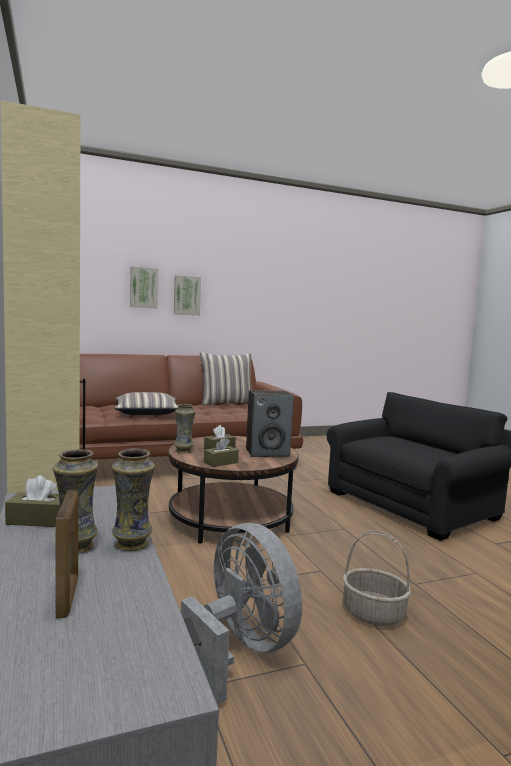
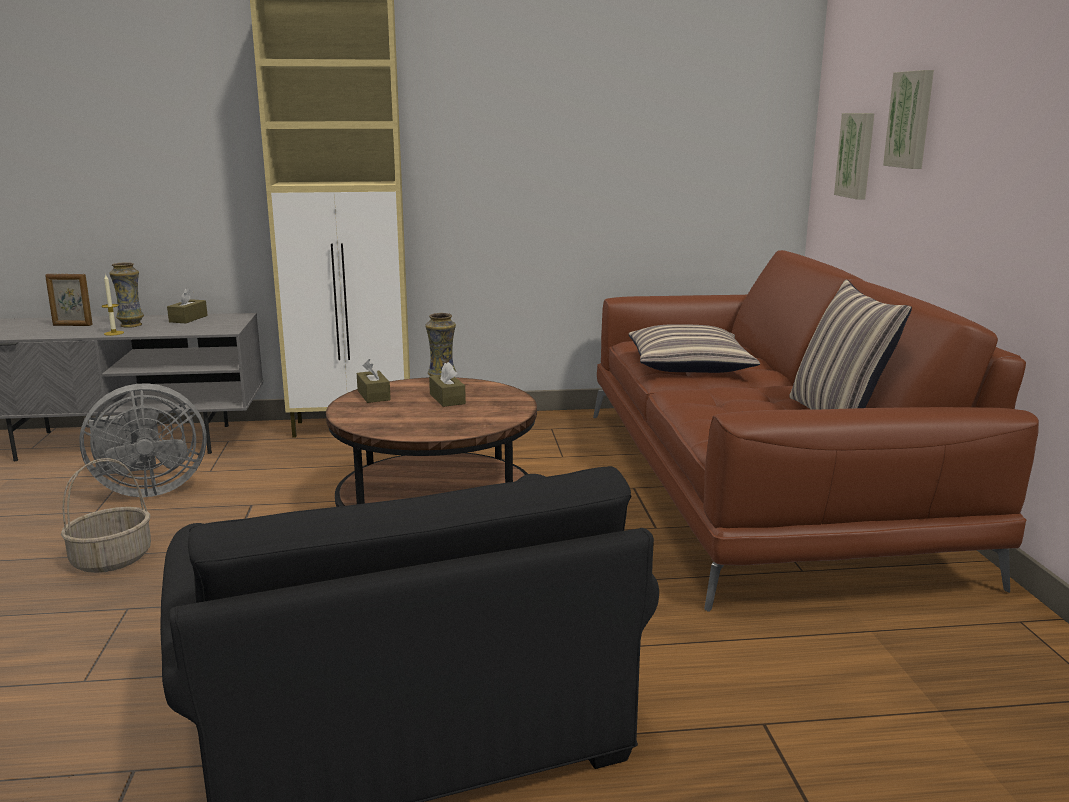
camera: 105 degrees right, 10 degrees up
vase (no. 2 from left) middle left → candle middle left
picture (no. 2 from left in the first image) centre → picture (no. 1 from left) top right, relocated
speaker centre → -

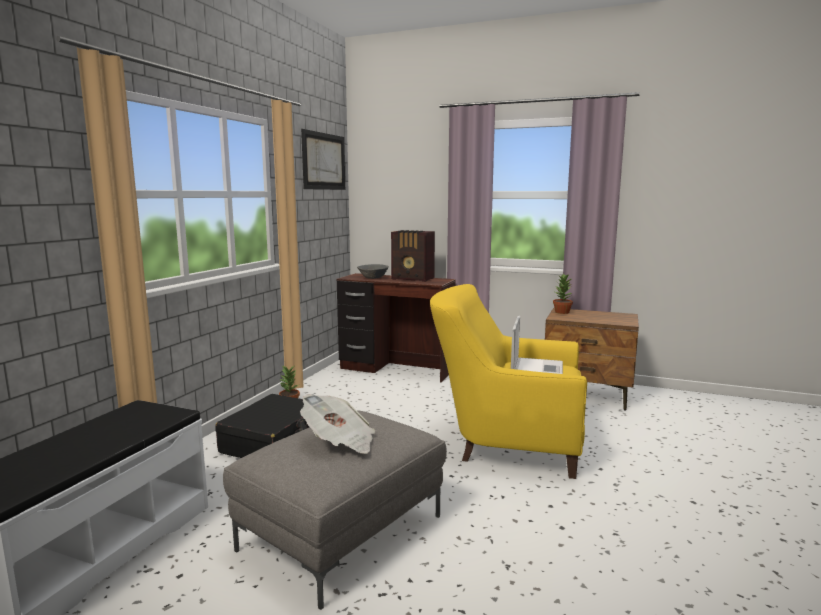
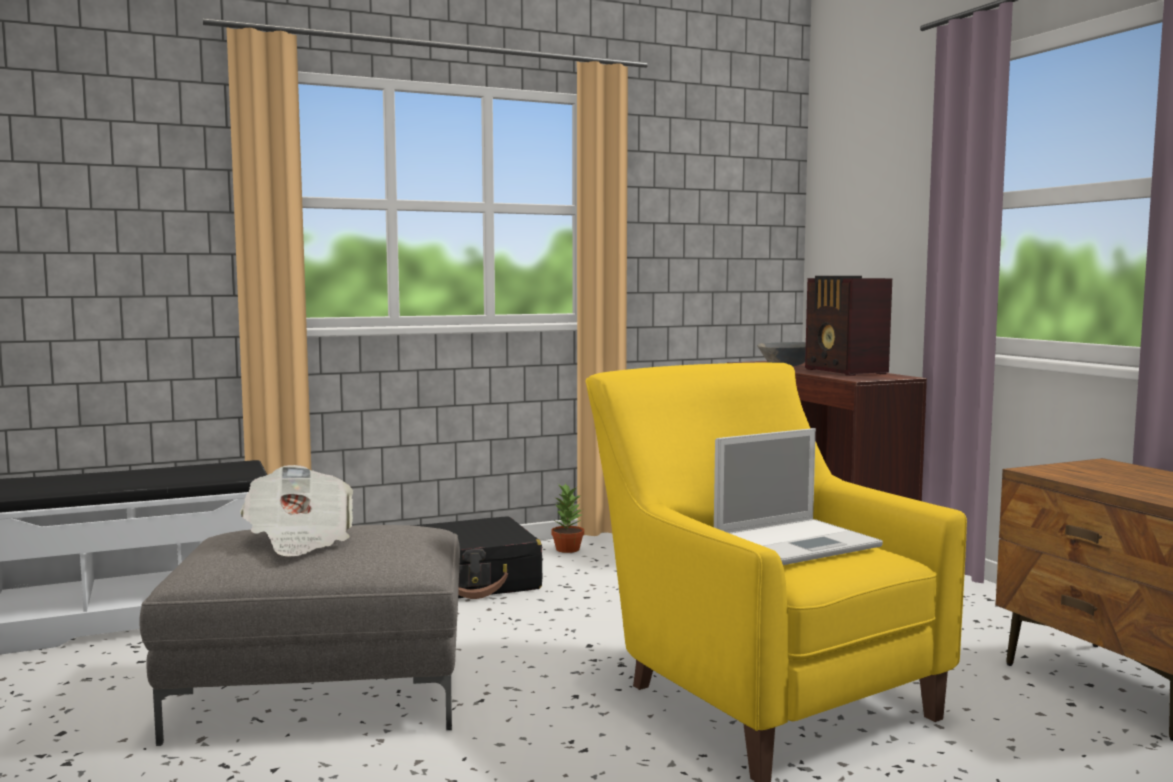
camera: 45 degrees right, 5 degrees down
picture top centre → -
potted plant (no. 2 from left) middle right → -

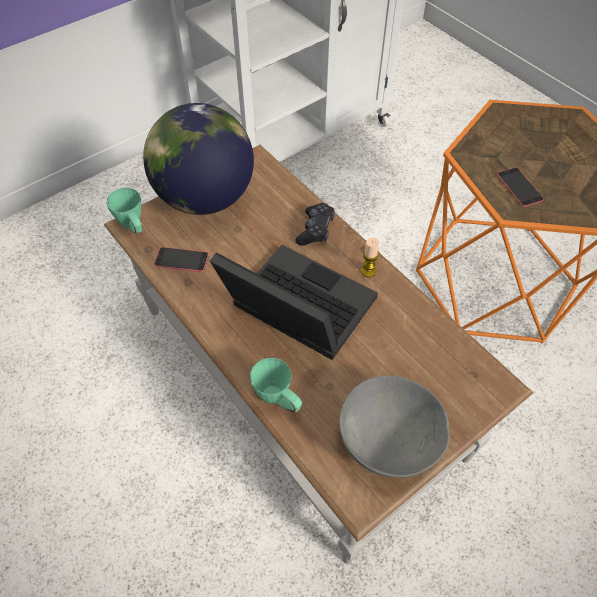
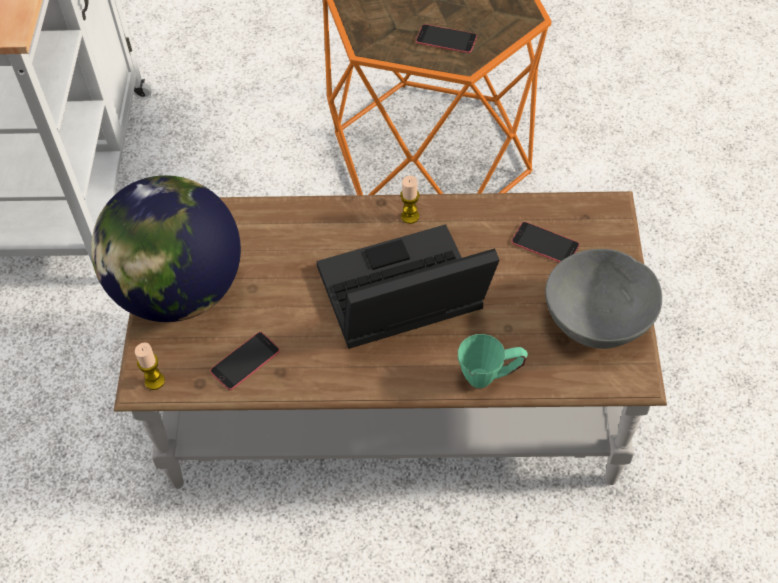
camera: 50 degrees left, 0 degrees up
mug in green (no. 1 from left) middle left → candle (no. 1 from left) middle left
game controller in black centre → -
- → phone (no. 3 from left) middle right

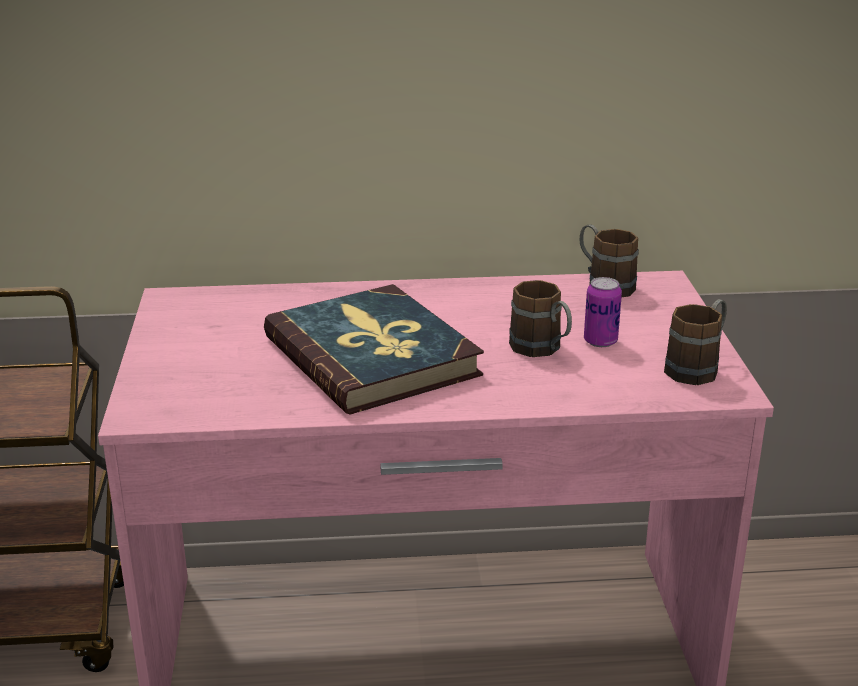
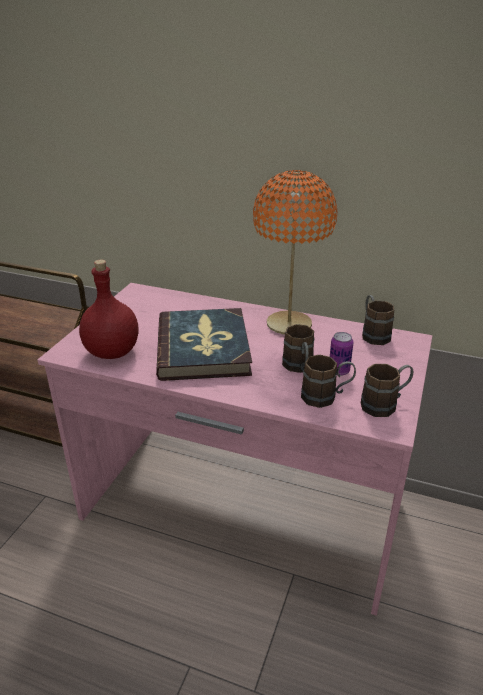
camera: 25 degrees right, 5 degrees up
- → bottle in red middle left
- → table lamp in orange centre
- → mug in brown (no. 2 from left) middle right

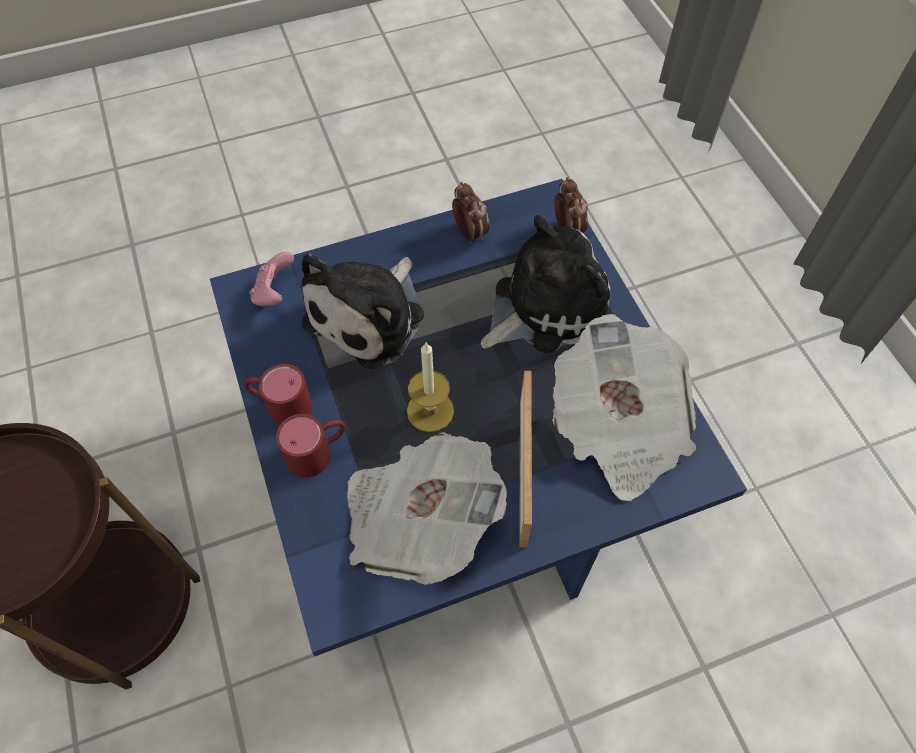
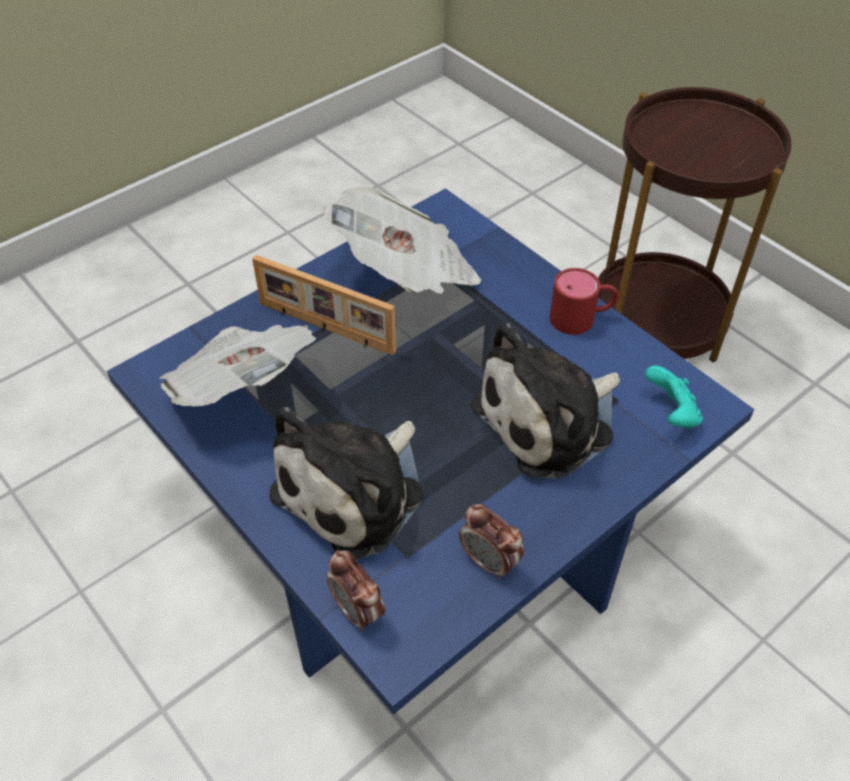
camera: 160 degrees right, 10 degrees down
game controller in pink middle left → game controller in turquoise middle right
mug in red (no. 2 from left) centre → -
plush toy (no. 1 from left in the first image) centre → plush toy (no. 2 from left) centre, 135 degrees counterclockwise
candle centre → -
picture frame centre, 45 degrees counterclockwise

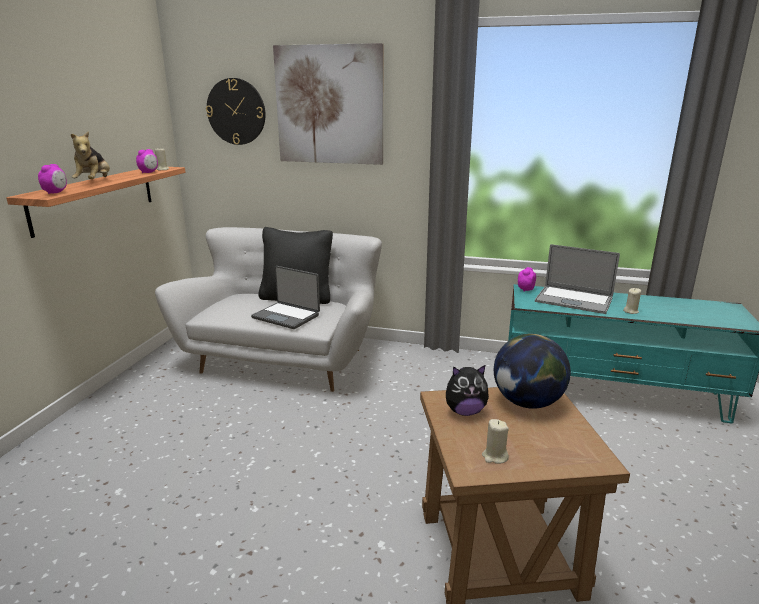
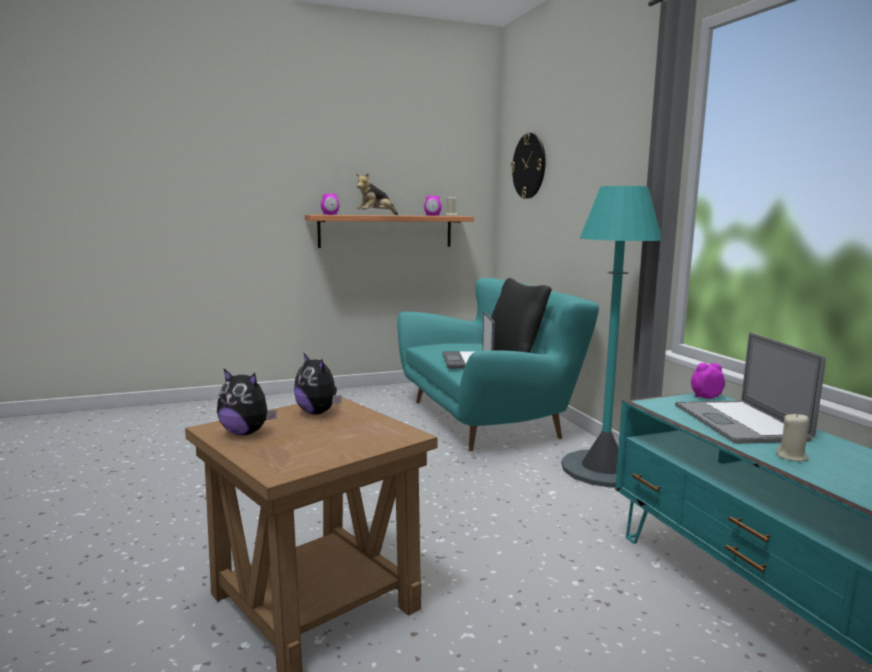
camera: 55 degrees right, 10 degrees down
sofa in white centre → sofa in turquoise centre
picture top centre → -
candle in beige (no. 2 from left) bottom centre → plush toy (no. 1 from left) middle left
globe middle right → -
- → floor lamp in turquoise middle right

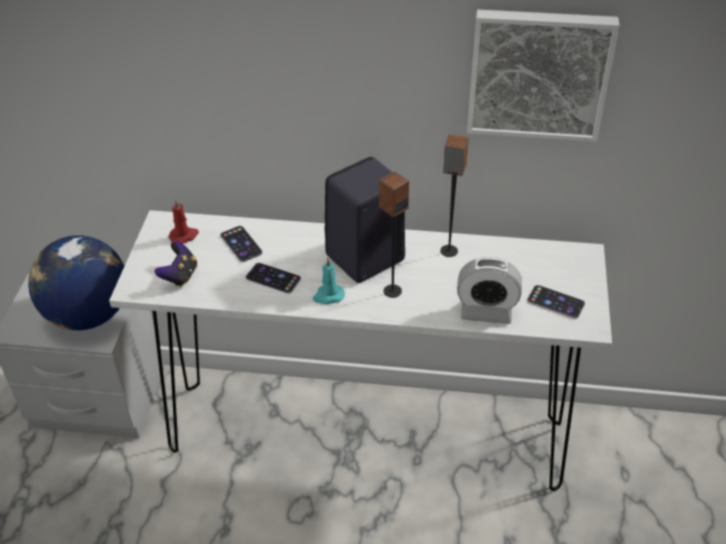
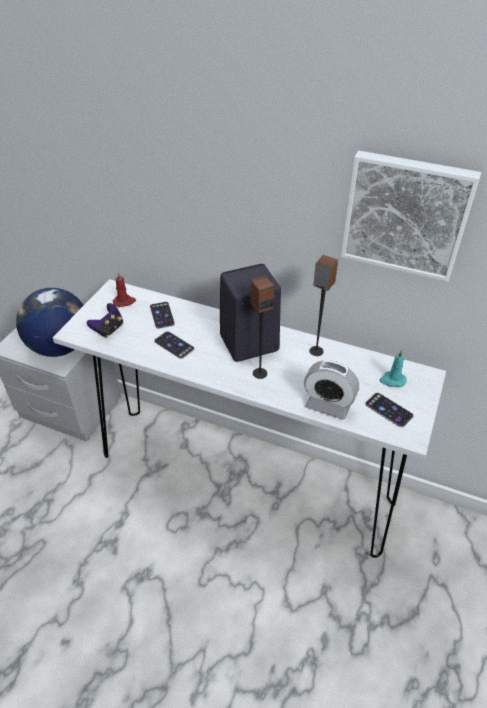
camera: 15 degrees right, 0 degrees up
candle in turquoise centre → candle in turquoise middle right, relocated

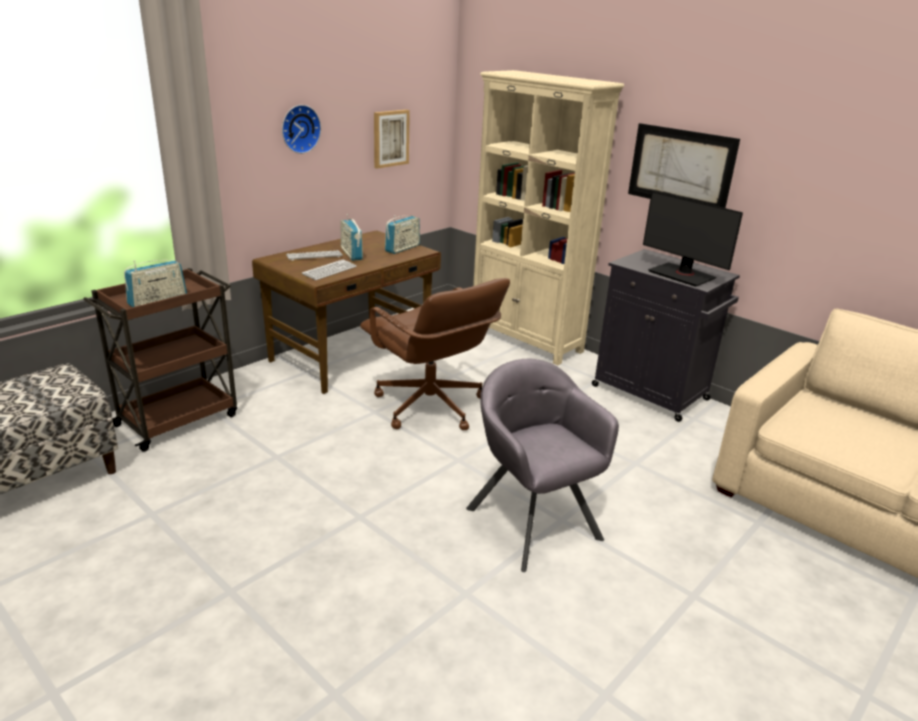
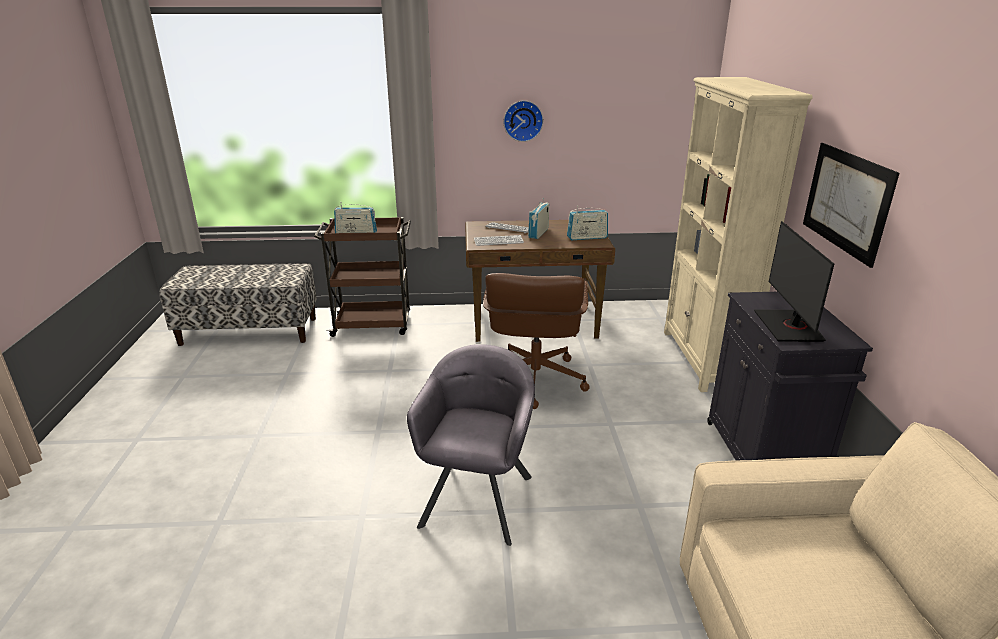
camera: 45 degrees right, 0 degrees up
picture (no. 1 from left) top centre → -

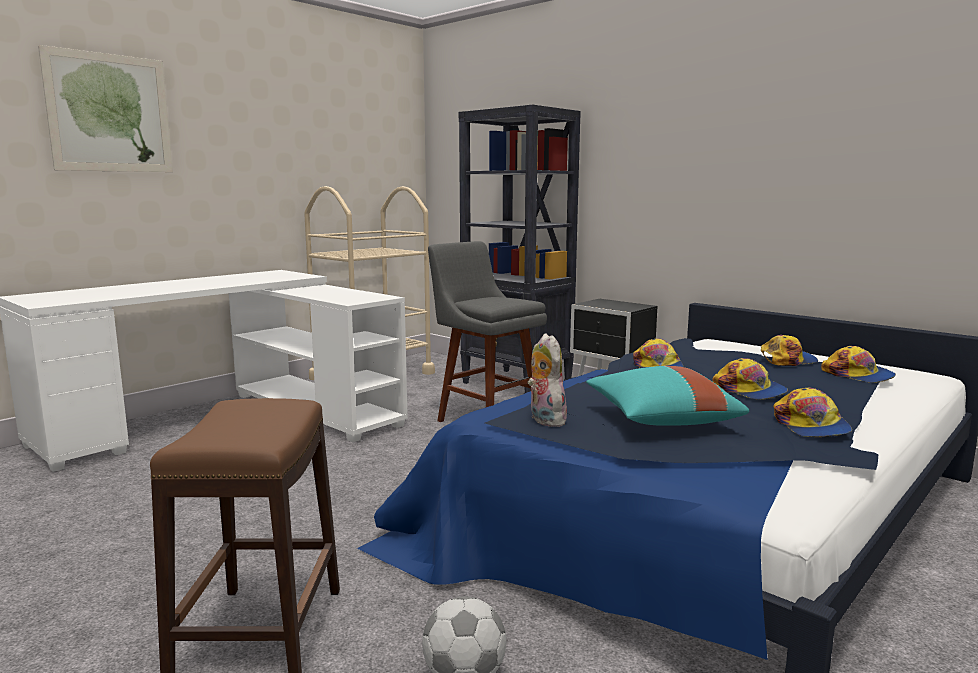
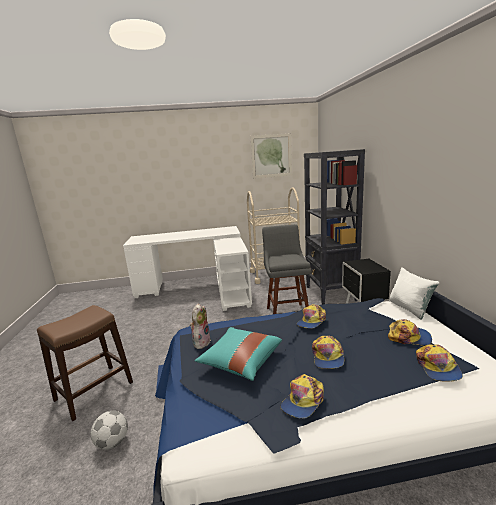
camera: 40 degrees right, 5 degrees up
picture top left → picture top centre, relocated
- → pillow in white middle right

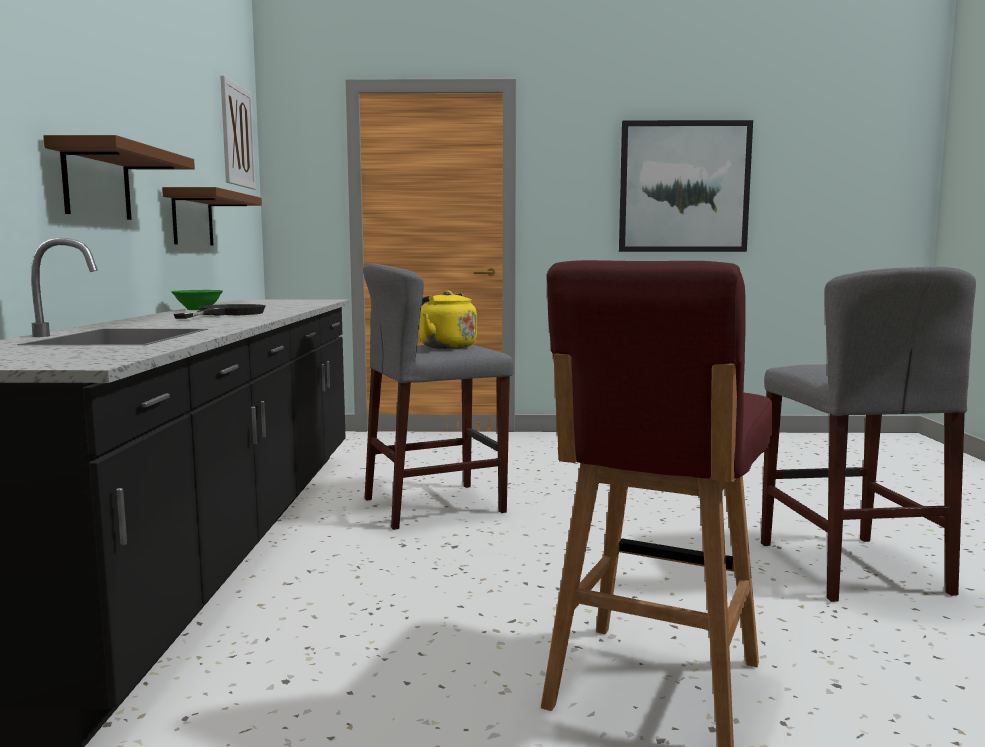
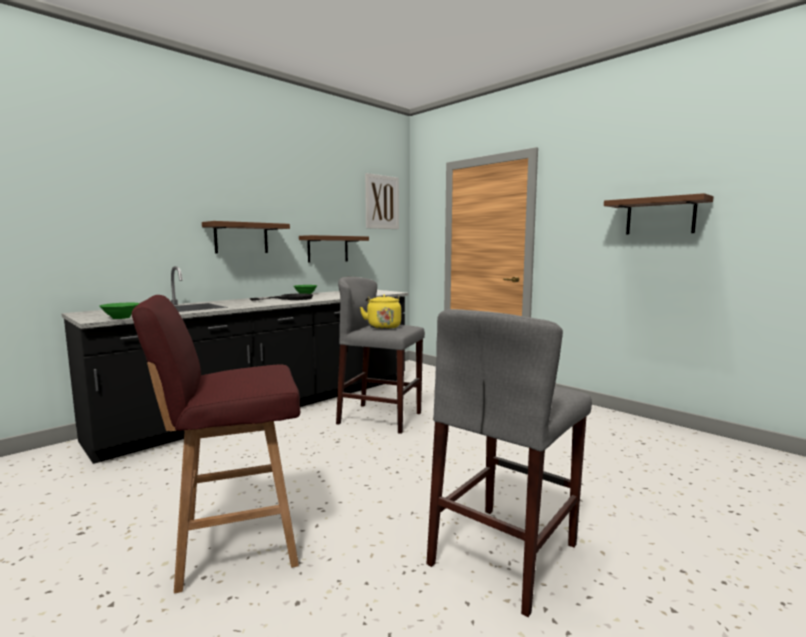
camera: 45 degrees right, 0 degrees up
picture (no. 2 from left) top right → shelf in brown (no. 3 from left) middle right
- → bowl in green (no. 1 from left) middle left

